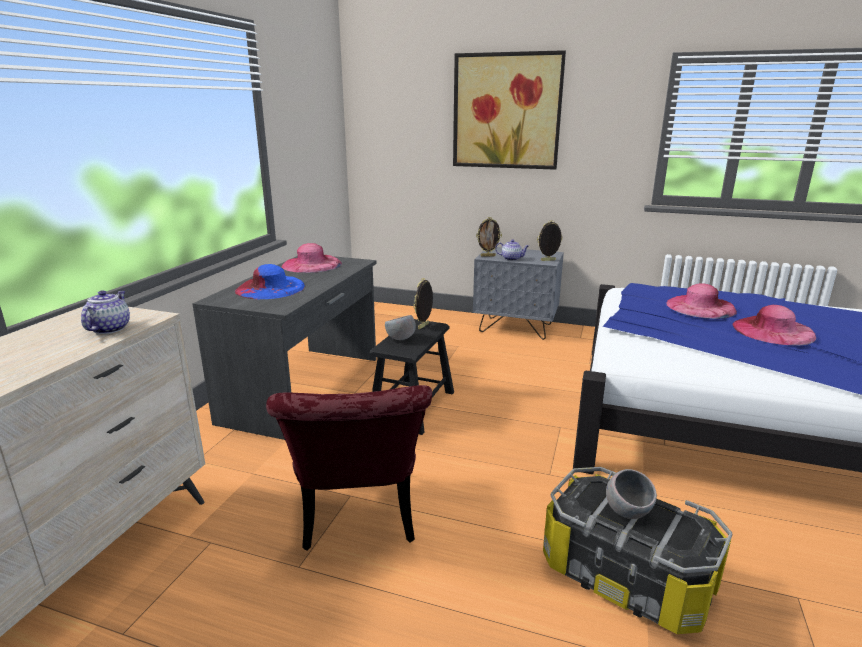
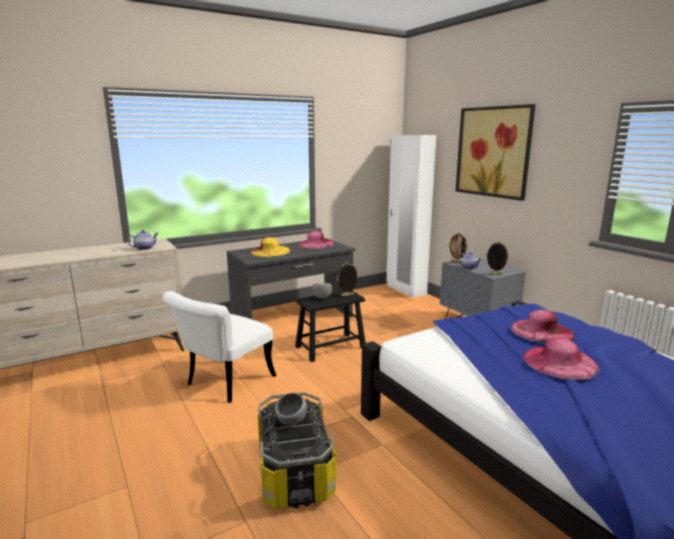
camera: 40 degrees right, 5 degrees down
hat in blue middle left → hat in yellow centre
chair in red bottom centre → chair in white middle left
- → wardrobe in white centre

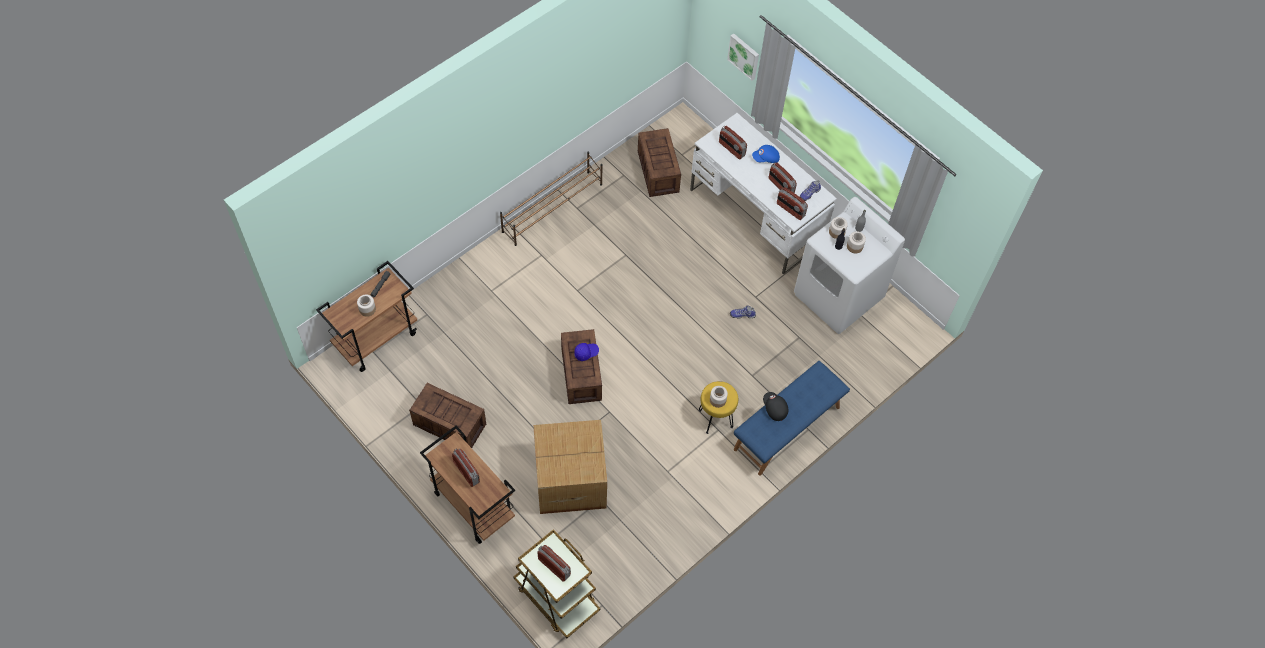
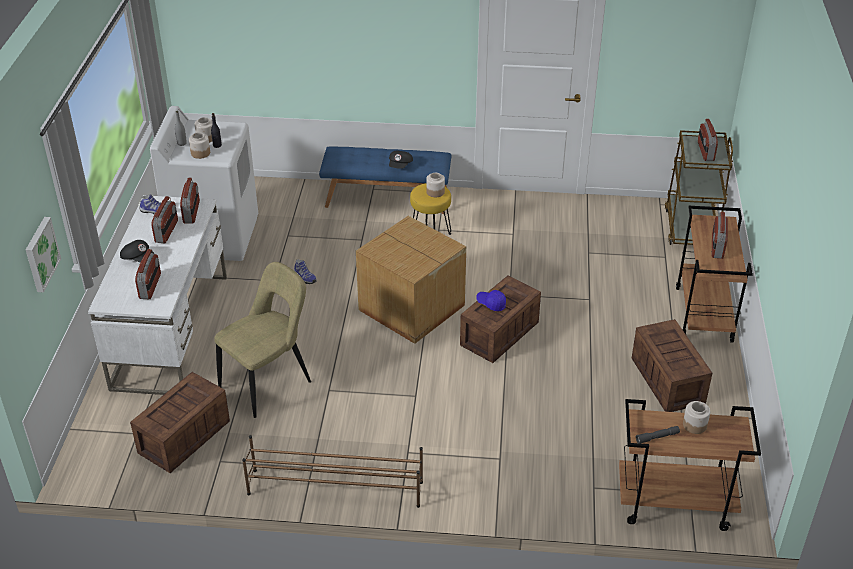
camera: 130 degrees left, 20 degrees down
cardboard box bottom centre → cardboard box centre, relocated
cap in blue (no. 2 from left) top centre → cap in black (no. 1 from left) middle left
- → chair in beige middle left

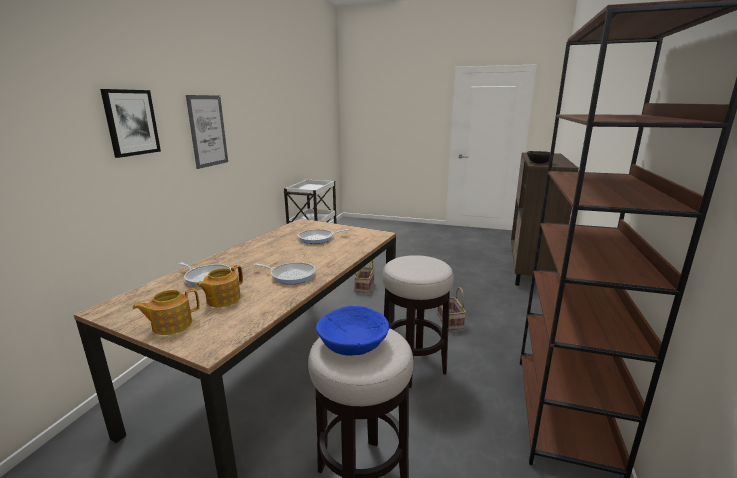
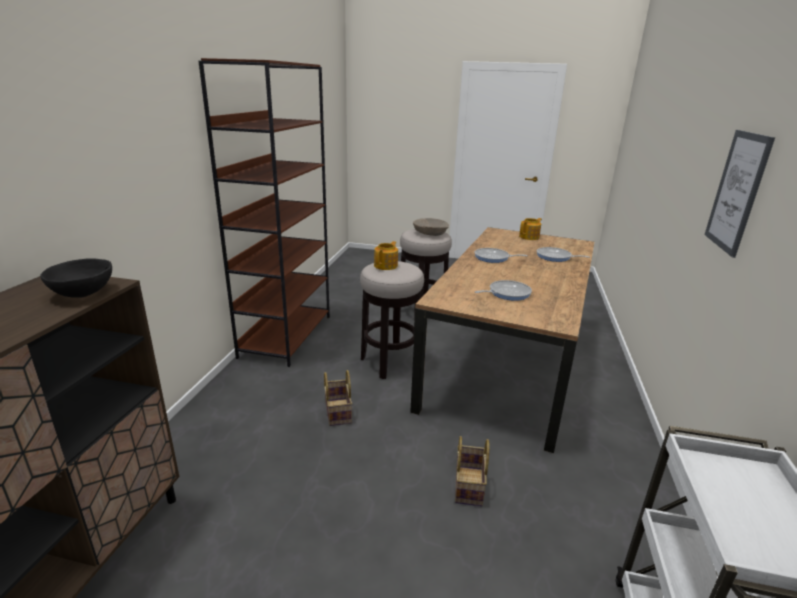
camera: 175 degrees right, 5 degrees up
picture (no. 1 from left) top left → -
teapot (no. 2 from left in the first image) middle left → teapot (no. 1 from left) centre, relocated
bowl in blue bottom centre → bowl in beige centre

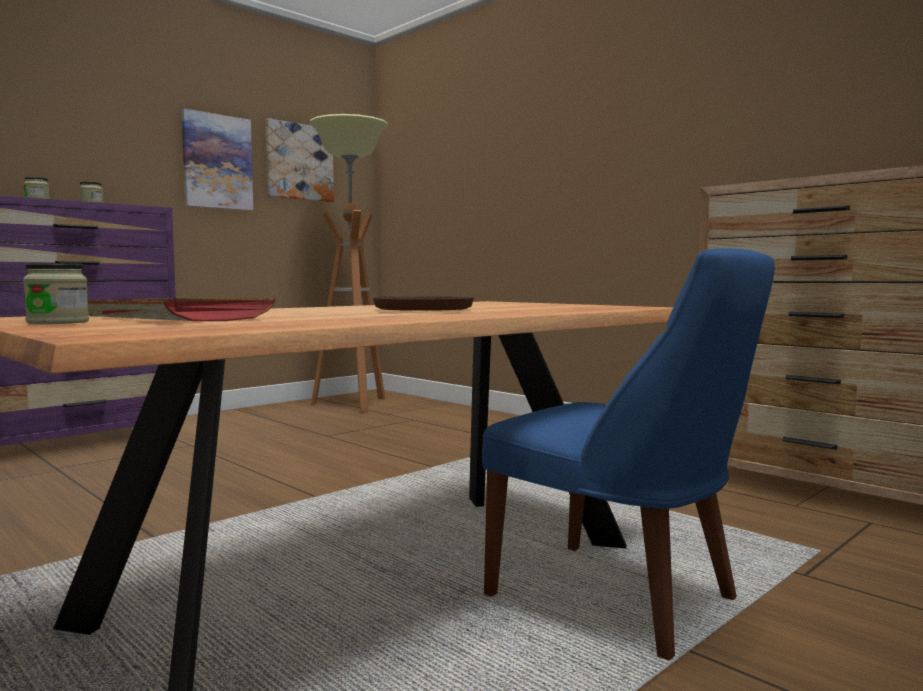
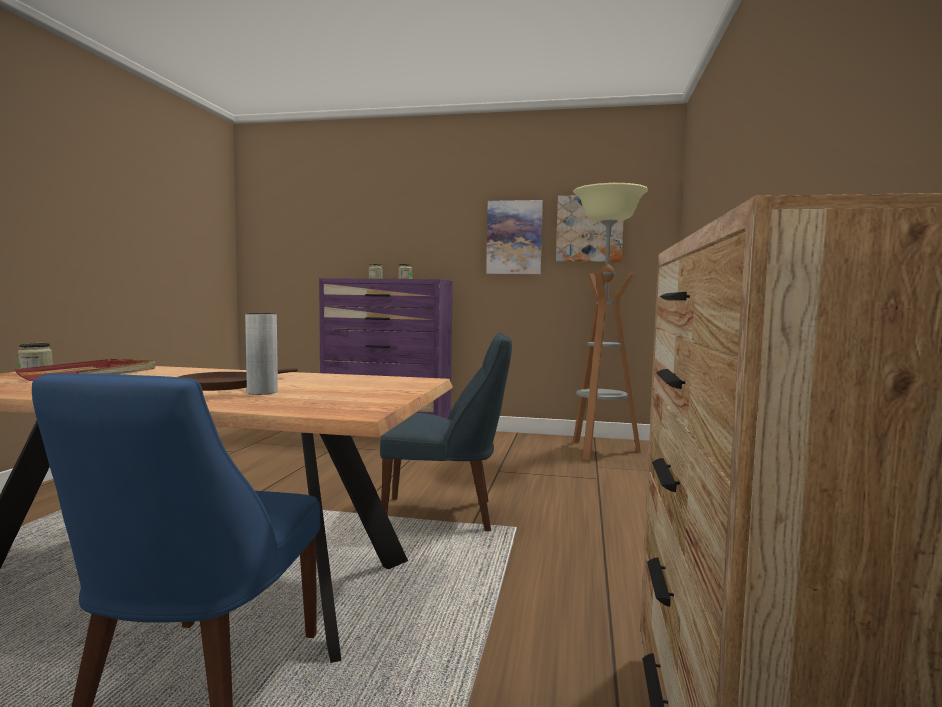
camera: 55 degrees right, 0 degrees up
- → vase in grey middle left
- → chair in blue (no. 2 from left) centre

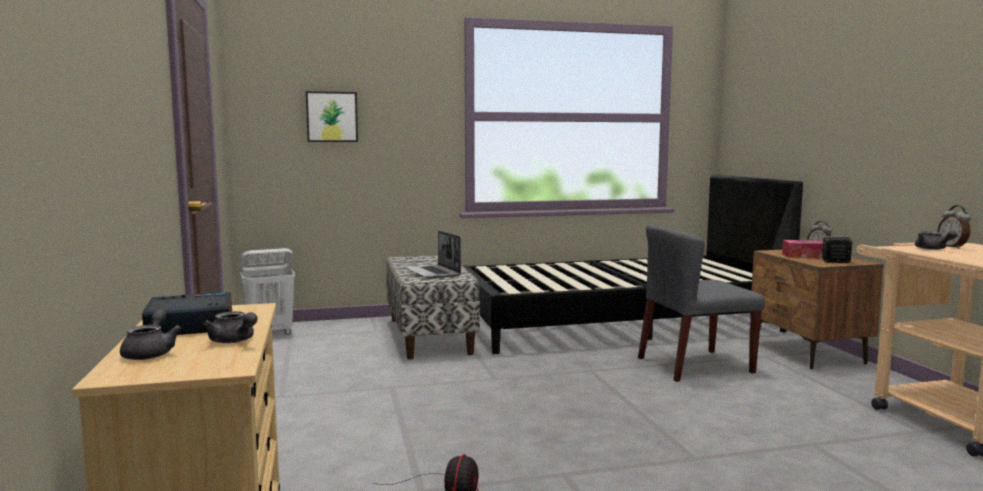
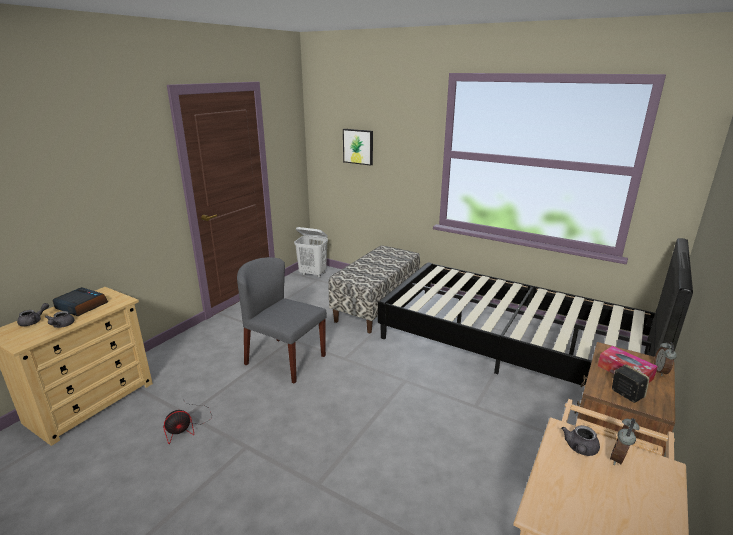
camera: 45 degrees right, 15 degrees up
laptop centre → -
chair in grey middle right → chair in grey centre, relocated

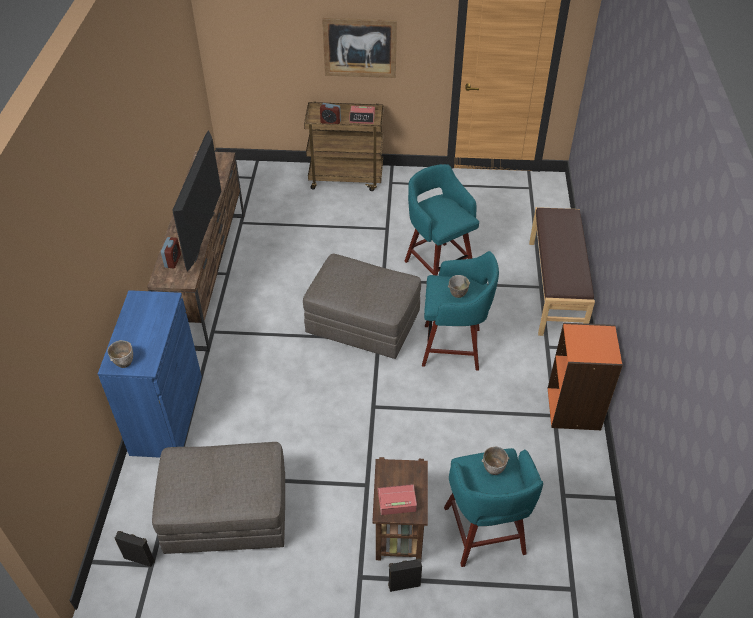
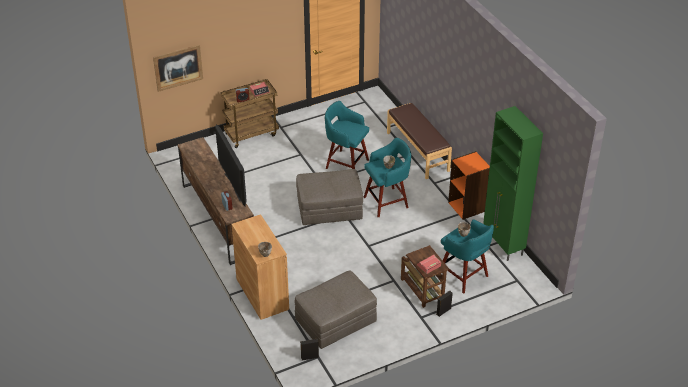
camera: 30 degrees left, 5 degrees down
cabinet in blue middle left → cabinet in brown bottom centre
picture top centre → picture top left, relocated
- → cabinet in green middle right

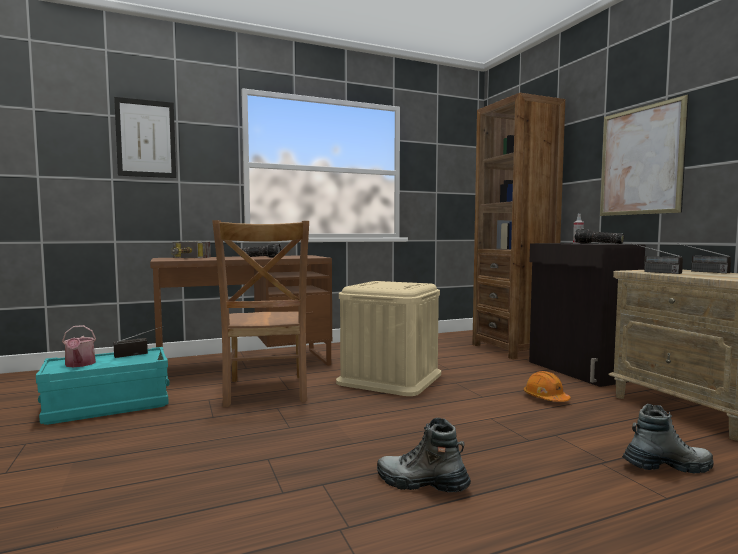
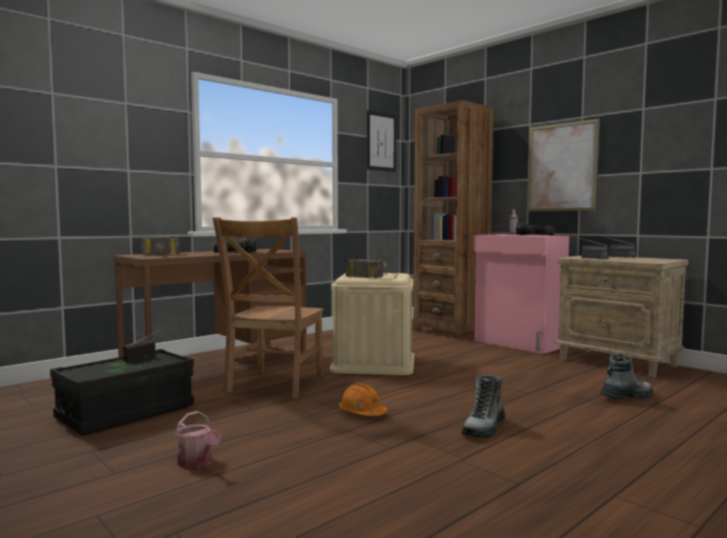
camera: 20 degrees left, 0 degrees up
storage box in turquoise bottom left → storage box in black bottom left
watering can middle left → watering can bottom left, relocated
picture (no. 1 from left) top left → picture (no. 1 from left) top centre, relocated
chair in brown centre, 45 degrees clockwise
boot (no. 1 from left) bottom centre, 60 degrees counterclockwise
hard hat in orange bottom right → hard hat in orange bottom centre, relocated
cabinet in black middle right → cabinet in pink middle right
- → hammer (no. 2 from left) centre

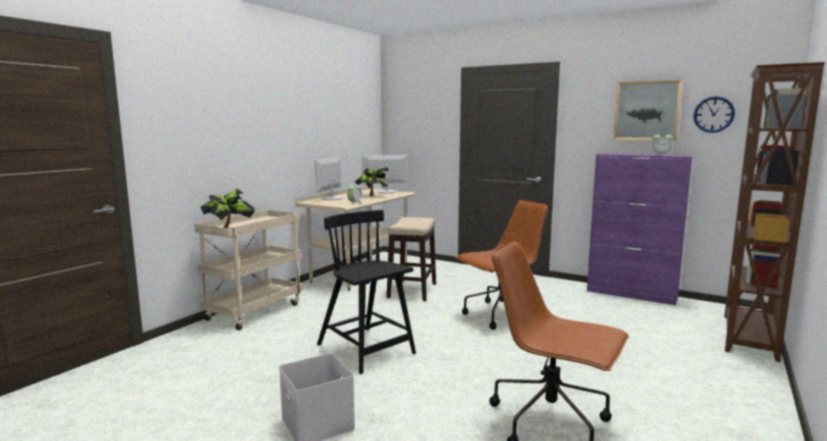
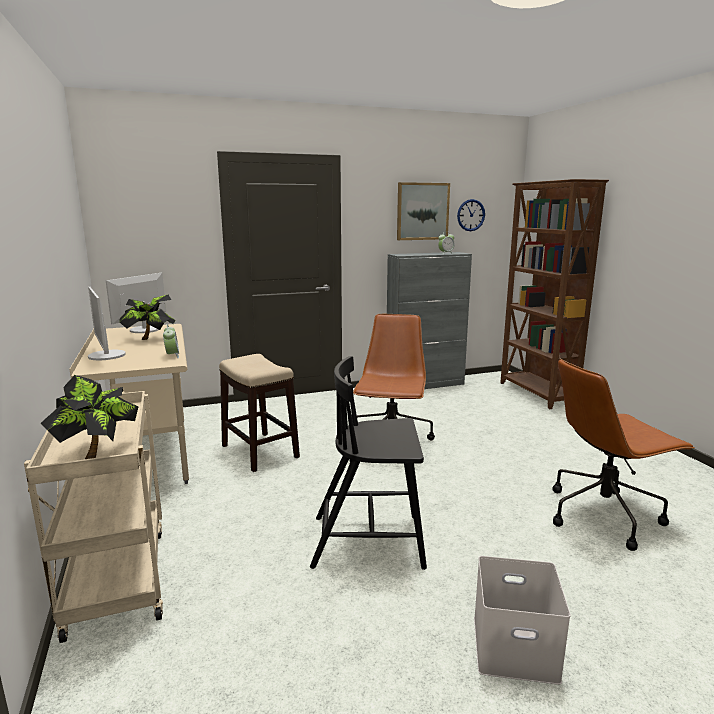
camera: 50 degrees left, 5 degrees up
cabinet in purple middle right → cabinet in grey centre

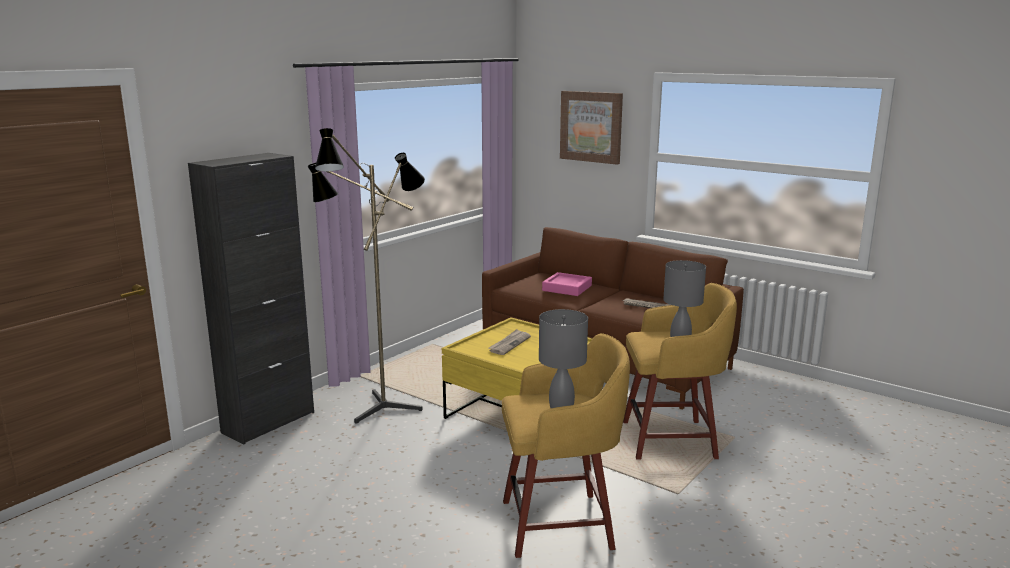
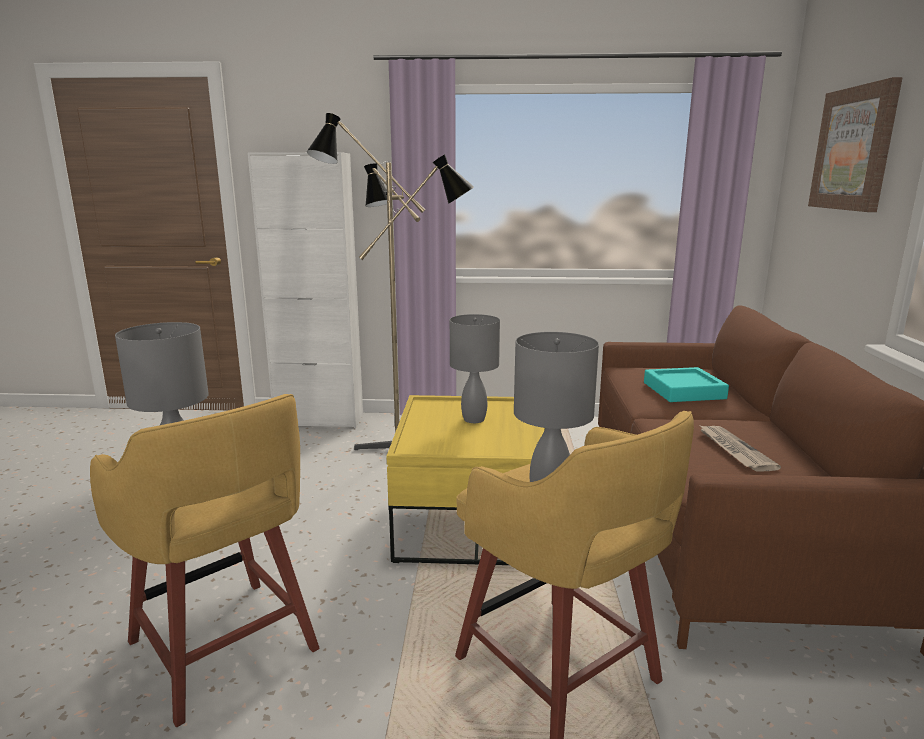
camera: 55 degrees right, 0 degrees up
cabinet in black middle left → cabinet in white middle left
newspaper (no. 1 from left) centre → table lamp in grey (no. 2 from left) centre
tray in pink centre → tray in turquoise middle right

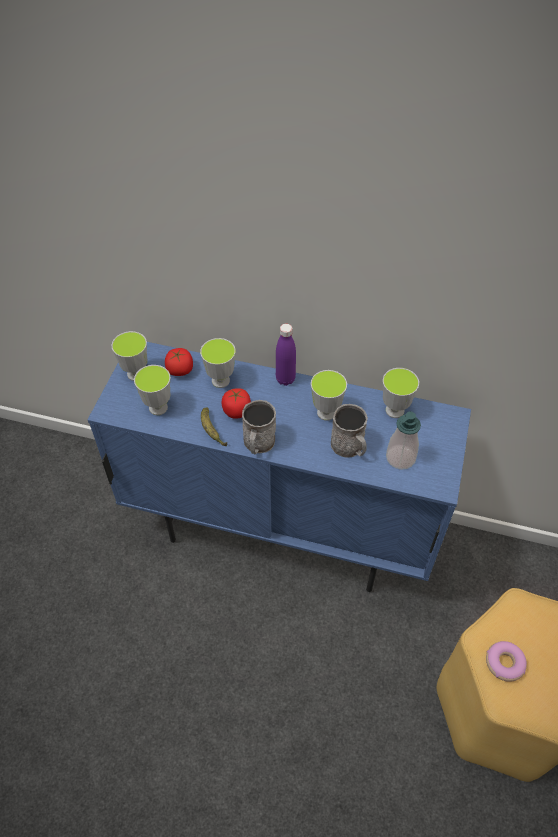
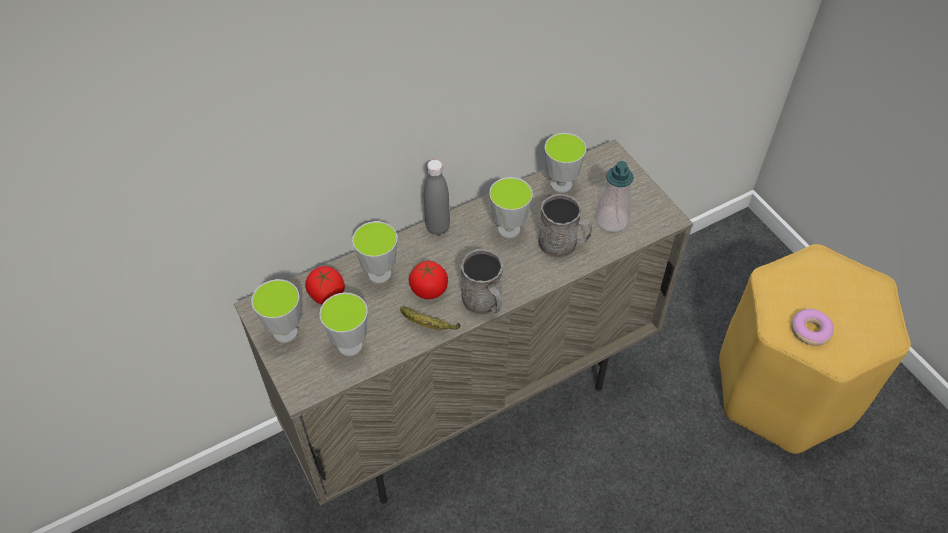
camera: 45 degrees left, 0 degrees up
cabinet in blue centre → cabinet in beige centre
bottle in purple centre → bottle in grey centre

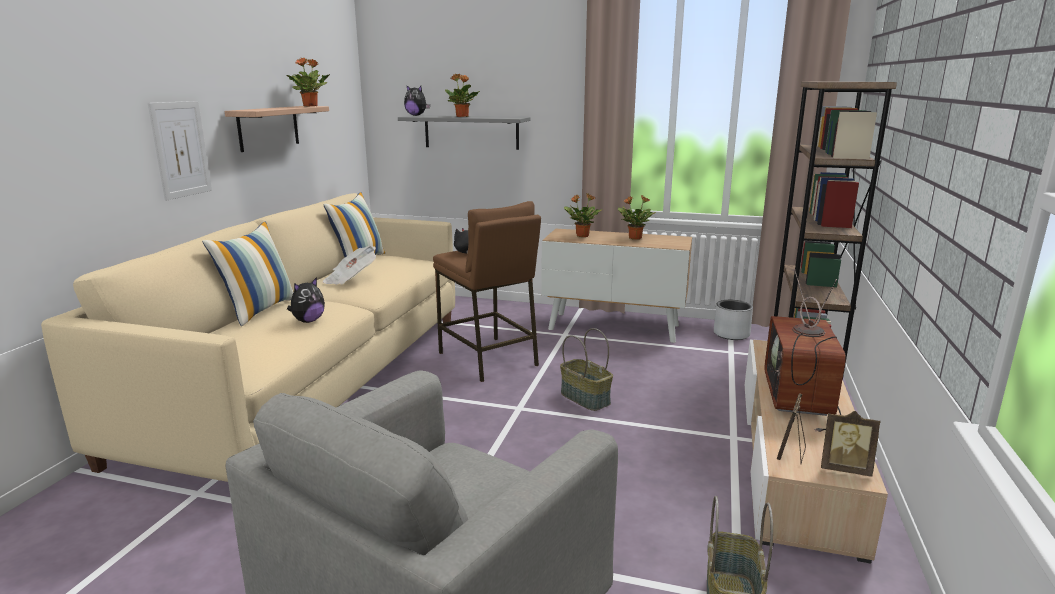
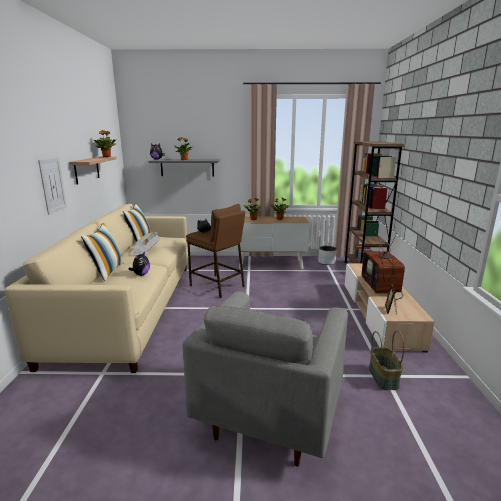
camera: 15 degrees left, 0 degrees up
basket (no. 1 from left) centre → -
picture frame (no. 2 from left) bottom right → -

